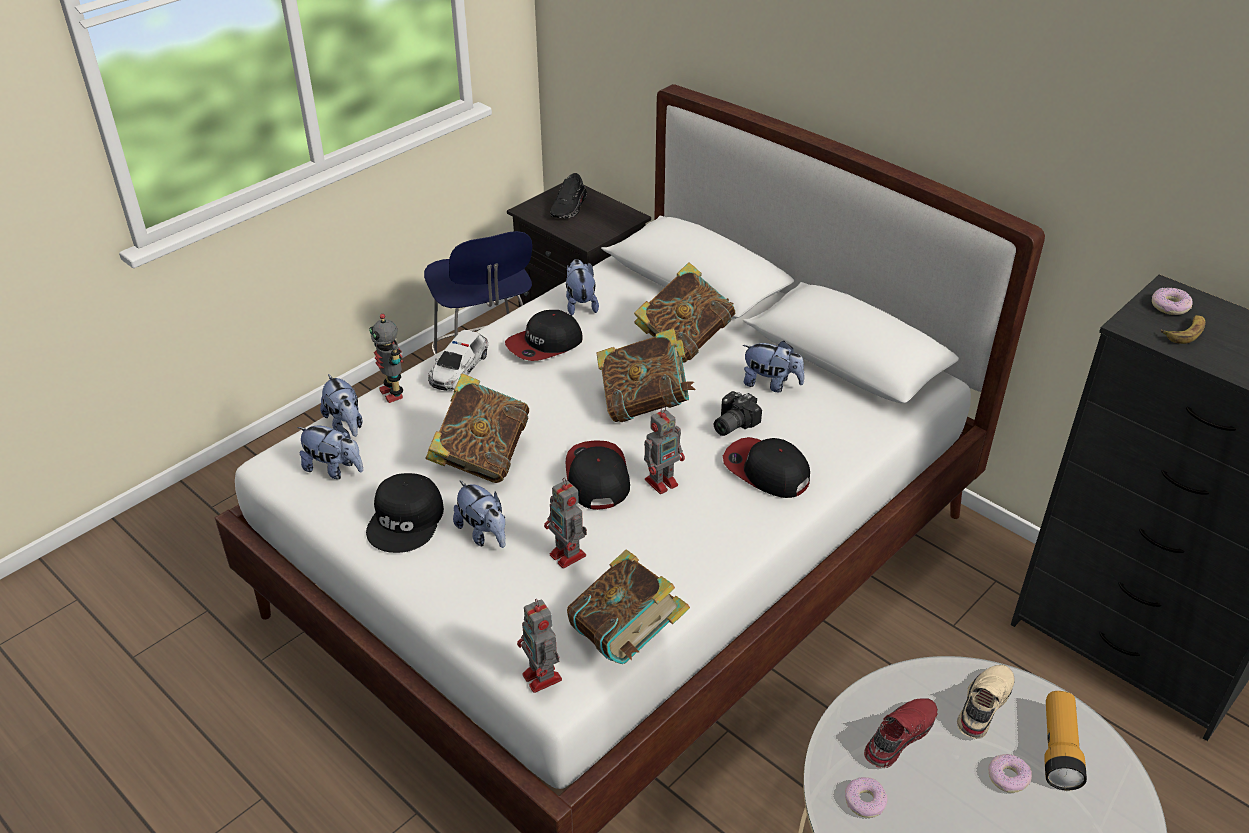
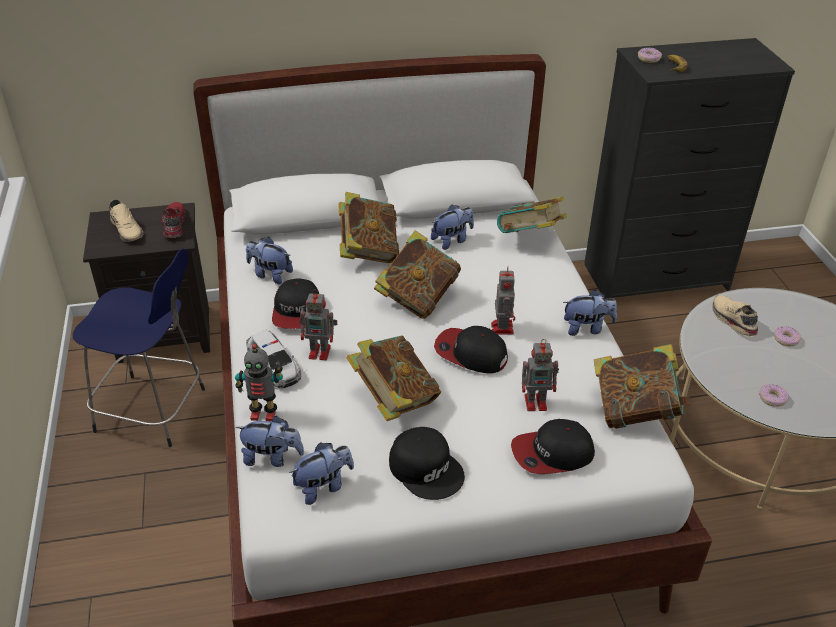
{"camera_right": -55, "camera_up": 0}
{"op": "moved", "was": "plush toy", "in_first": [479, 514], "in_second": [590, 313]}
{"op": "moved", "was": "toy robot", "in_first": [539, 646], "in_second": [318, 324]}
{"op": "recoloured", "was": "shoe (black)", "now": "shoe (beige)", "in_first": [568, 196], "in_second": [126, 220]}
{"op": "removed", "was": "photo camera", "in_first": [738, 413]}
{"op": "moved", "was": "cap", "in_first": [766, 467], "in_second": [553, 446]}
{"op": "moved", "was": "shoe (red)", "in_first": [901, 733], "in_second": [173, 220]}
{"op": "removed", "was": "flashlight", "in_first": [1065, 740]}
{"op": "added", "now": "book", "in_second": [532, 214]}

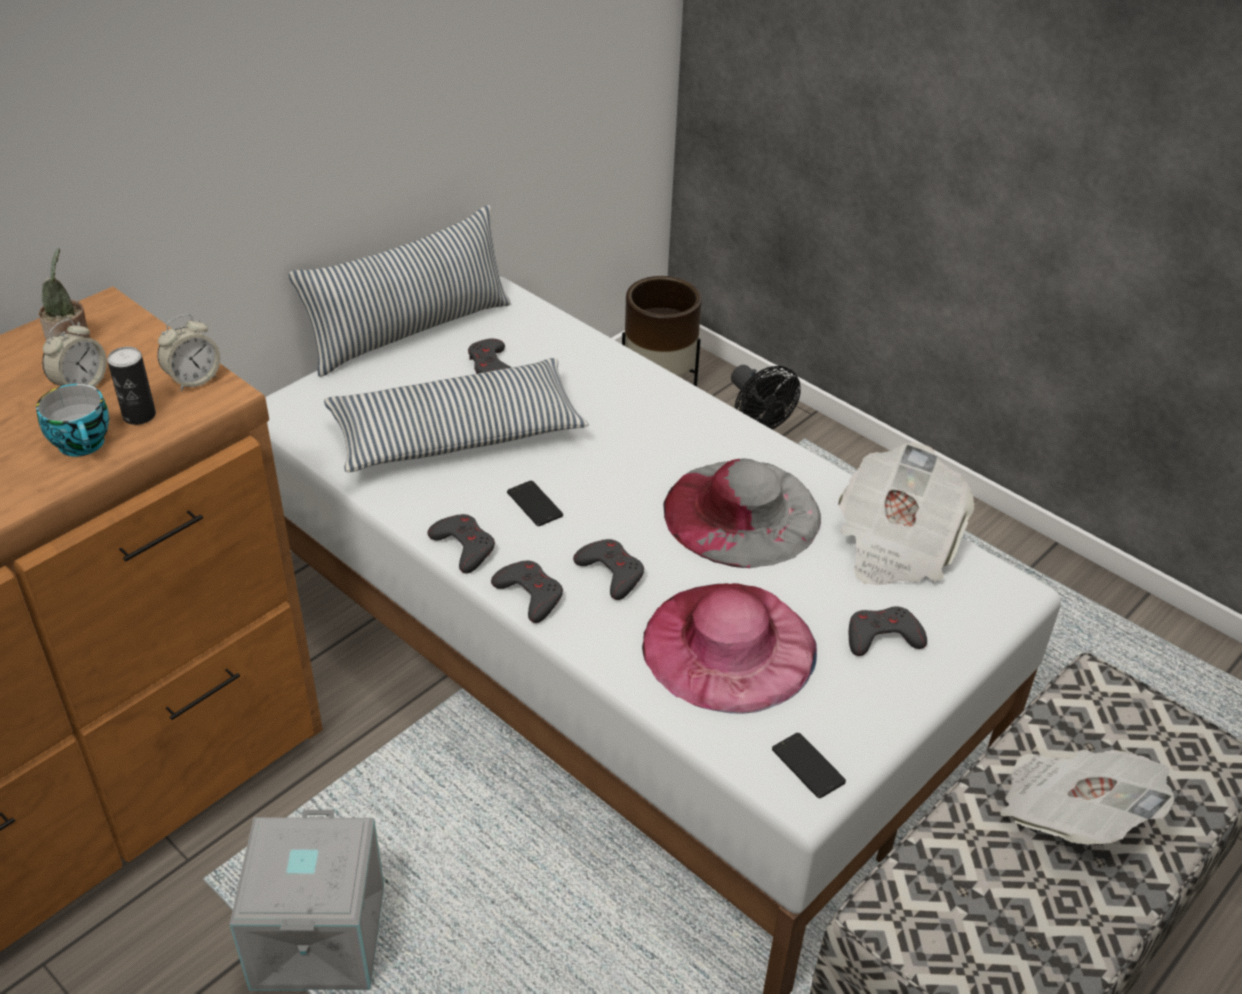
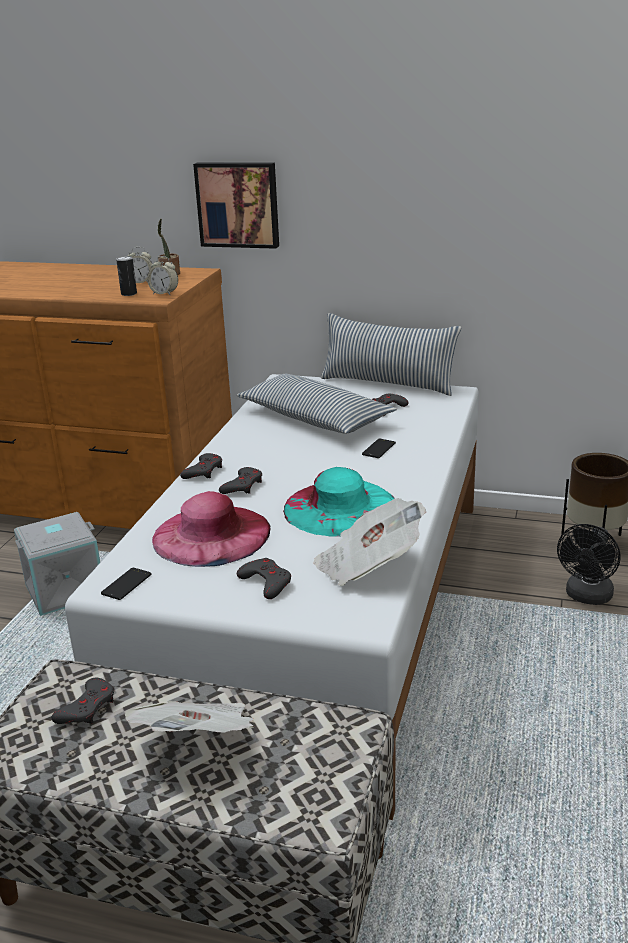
{"camera_right": 65, "camera_up": -15}
{"op": "removed", "was": "cup", "in_first": [72, 420]}
{"op": "moved", "was": "game controller (grey)", "in_first": [461, 544], "in_second": [82, 701]}
{"op": "moved", "was": "phone", "in_first": [535, 503], "in_second": [379, 448]}
{"op": "recoloured", "was": "hat (grey)", "now": "hat (turquoise)", "in_first": [742, 513], "in_second": [339, 502]}
{"op": "added", "now": "picture", "in_second": [236, 206]}

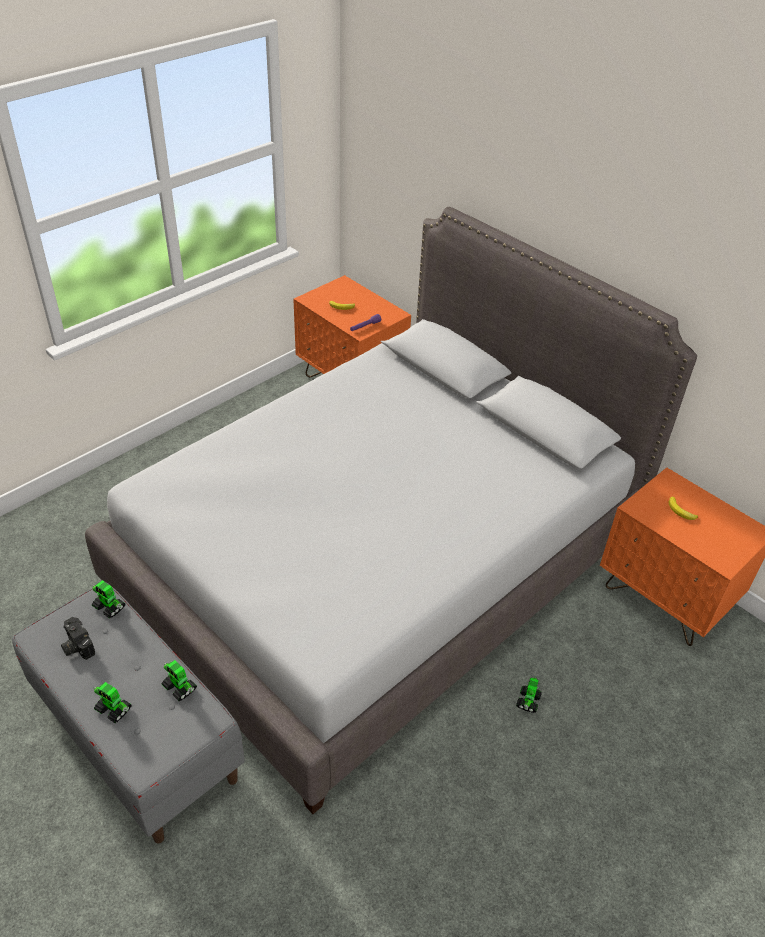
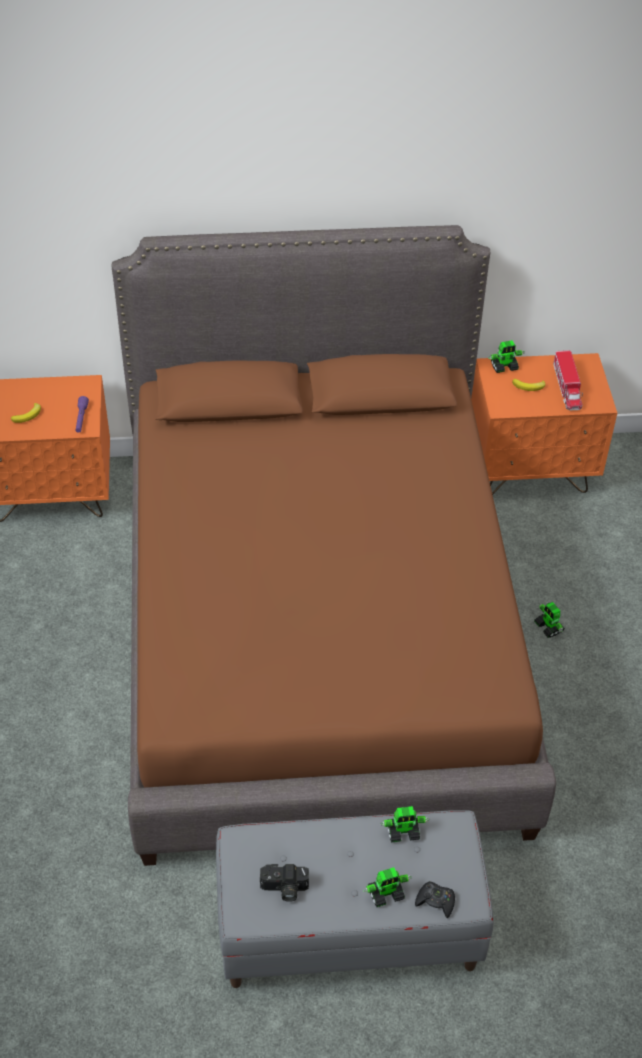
{"camera_right": -50, "camera_up": 5}
{"op": "recoloured", "was": "bed (grey)", "now": "bed (brown)", "in_first": [391, 510], "in_second": [333, 545]}
{"op": "moved", "was": "toy robot", "in_first": [108, 599], "in_second": [506, 356]}
{"op": "added", "now": "game controller (black)", "in_second": [435, 899]}
{"op": "added", "now": "toy truck", "in_second": [568, 380]}

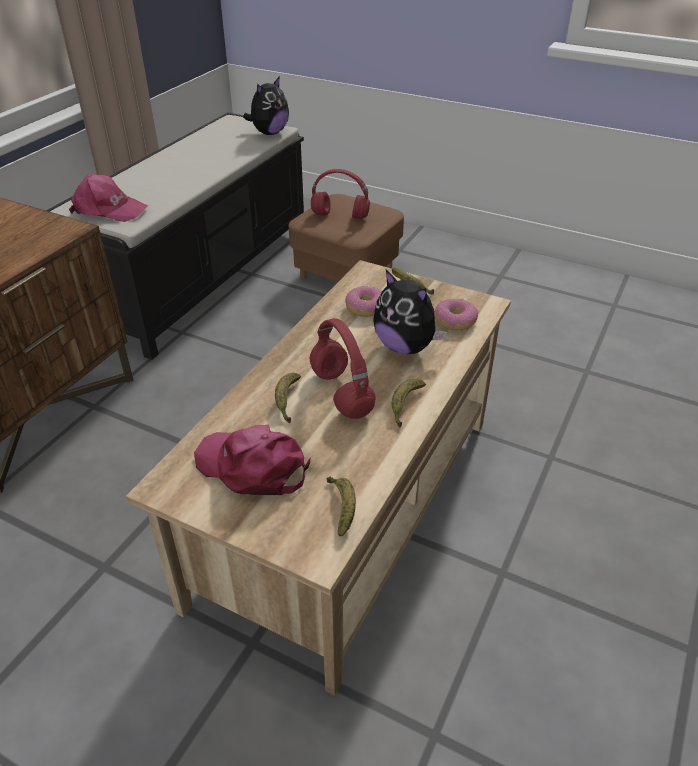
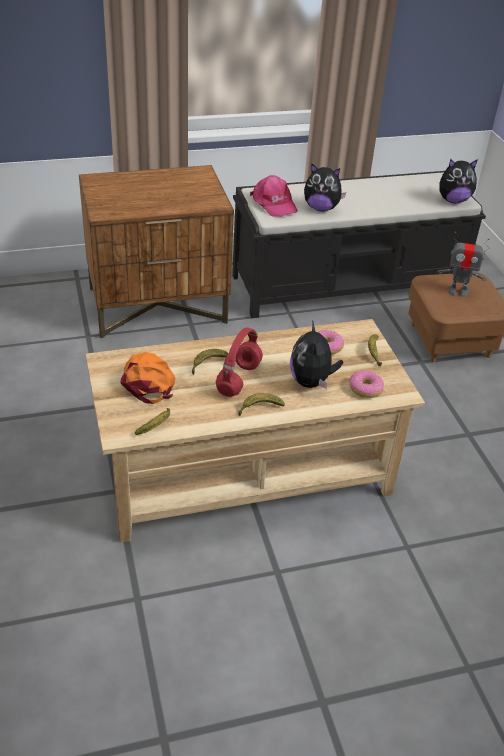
{"camera_right": 45, "camera_up": 0}
{"op": "recoloured", "was": "cap (pink)", "now": "cap (orange)", "in_first": [252, 460], "in_second": [147, 378]}
{"op": "replaced", "was": "headphones (red)", "now": "toy robot", "in_first": [340, 194], "in_second": [463, 264]}
{"op": "added", "now": "plush toy", "in_second": [325, 187]}

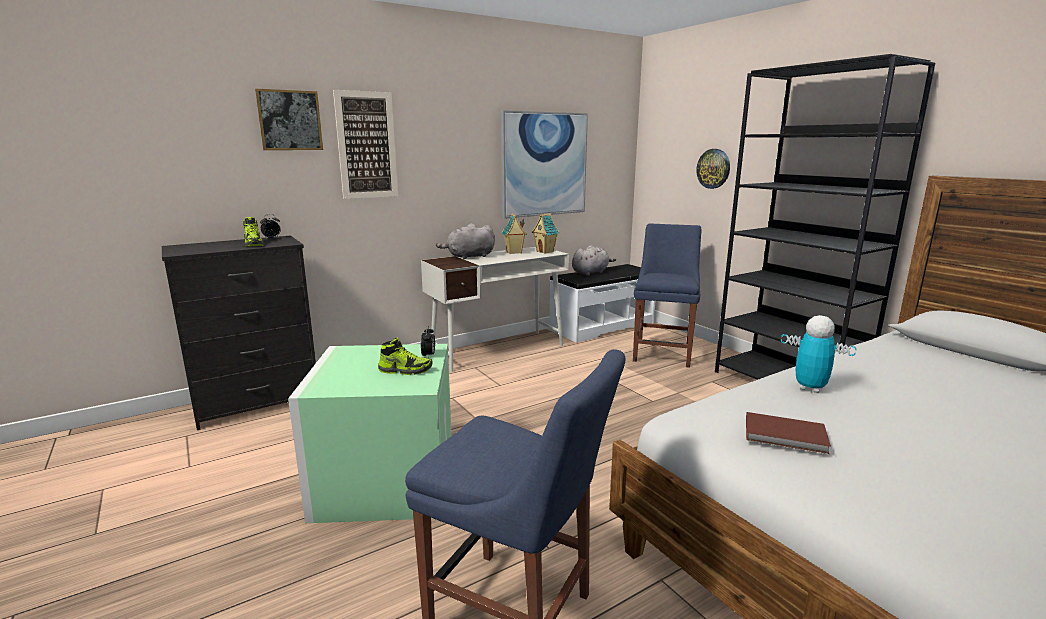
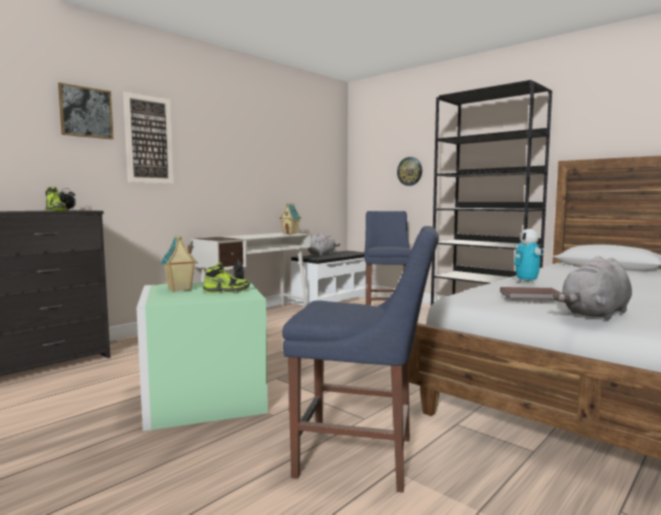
{"camera_right": -15, "camera_up": -10}
{"op": "moved", "was": "plush toy (grey)", "in_first": [465, 241], "in_second": [592, 288]}
{"op": "removed", "was": "picture", "in_first": [544, 164]}
{"op": "moved", "was": "toy house", "in_first": [514, 234], "in_second": [179, 263]}
{"op": "turned", "was": "toy robot", "in_first": [819, 354], "in_second": [529, 256], "clockwise": -120}

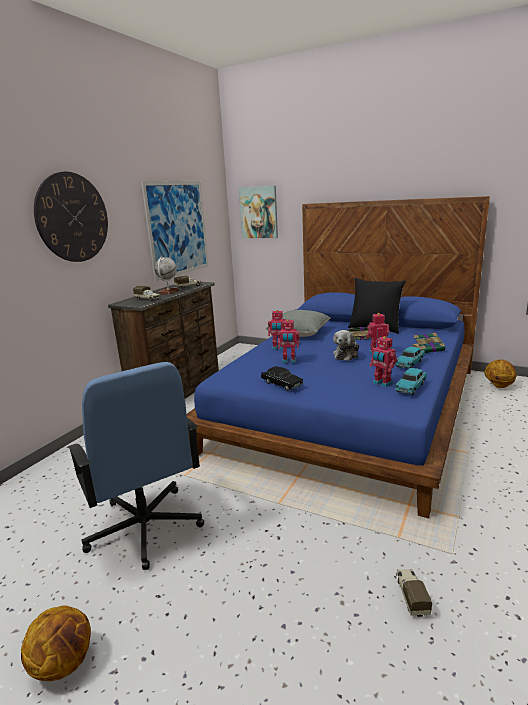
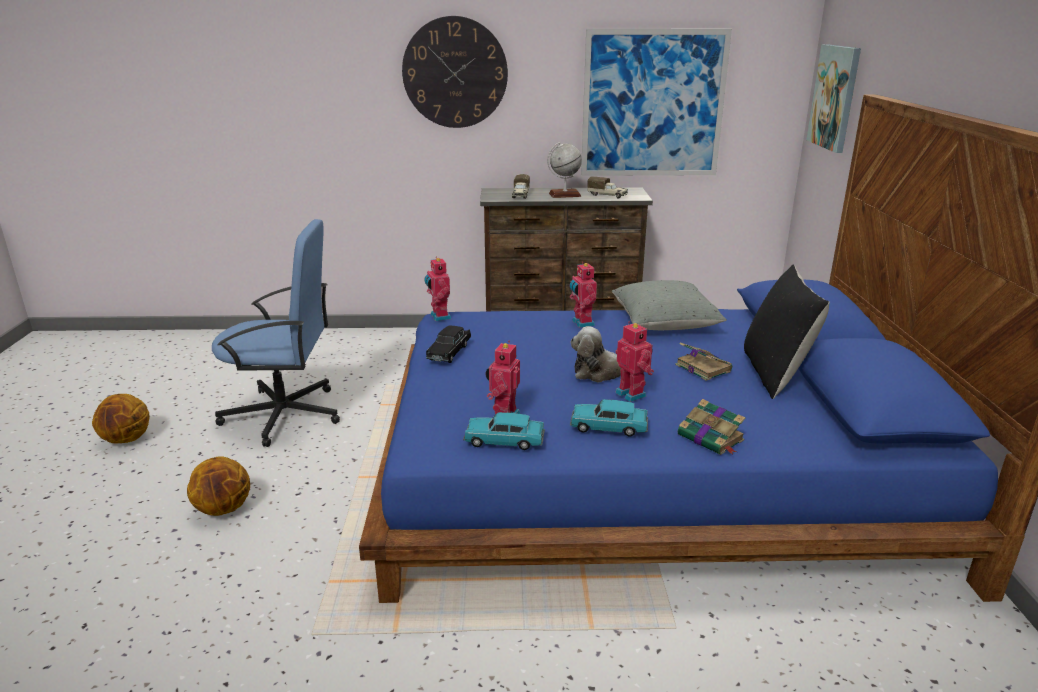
{"camera_right": 60, "camera_up": 5}
{"op": "turned", "was": "office chair (blue)", "in_first": [135, 466], "in_second": [276, 333], "clockwise": -120}
{"op": "moved", "was": "toy robot", "in_first": [288, 341], "in_second": [437, 289]}
{"op": "removed", "was": "toy truck", "in_first": [414, 592]}
{"op": "moved", "was": "basketball", "in_first": [500, 374], "in_second": [218, 486]}

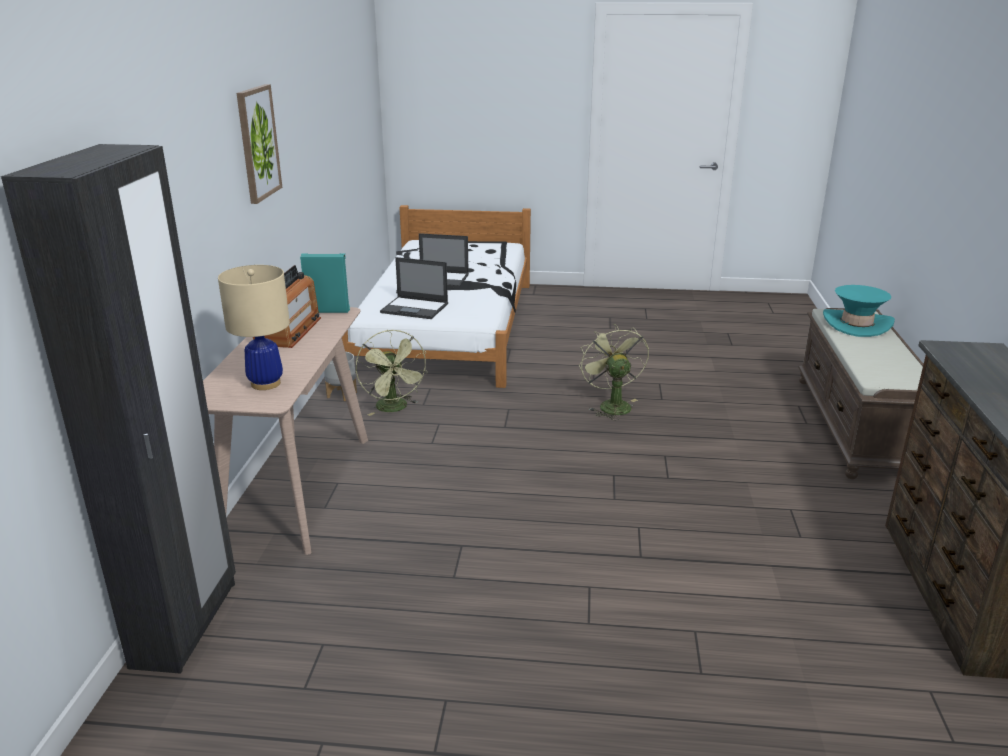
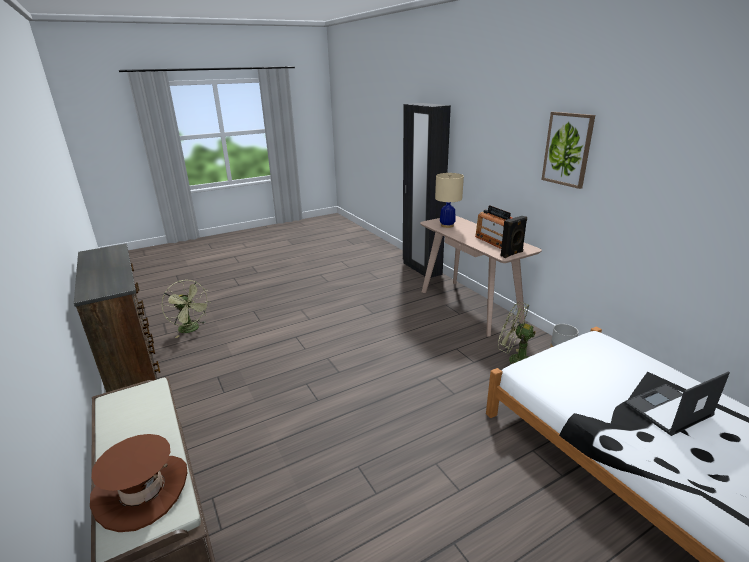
{"camera_right": 145, "camera_up": 0}
{"op": "recoloured", "was": "speaker (turquoise)", "now": "speaker (black)", "in_first": [325, 283], "in_second": [514, 237]}
{"op": "removed", "was": "laptop", "in_first": [414, 288]}
{"op": "moved", "was": "fan (green)", "in_first": [614, 372], "in_second": [186, 309]}
{"op": "recoloured", "was": "hat (turquoise)", "now": "hat (brown)", "in_first": [859, 311], "in_second": [138, 483]}

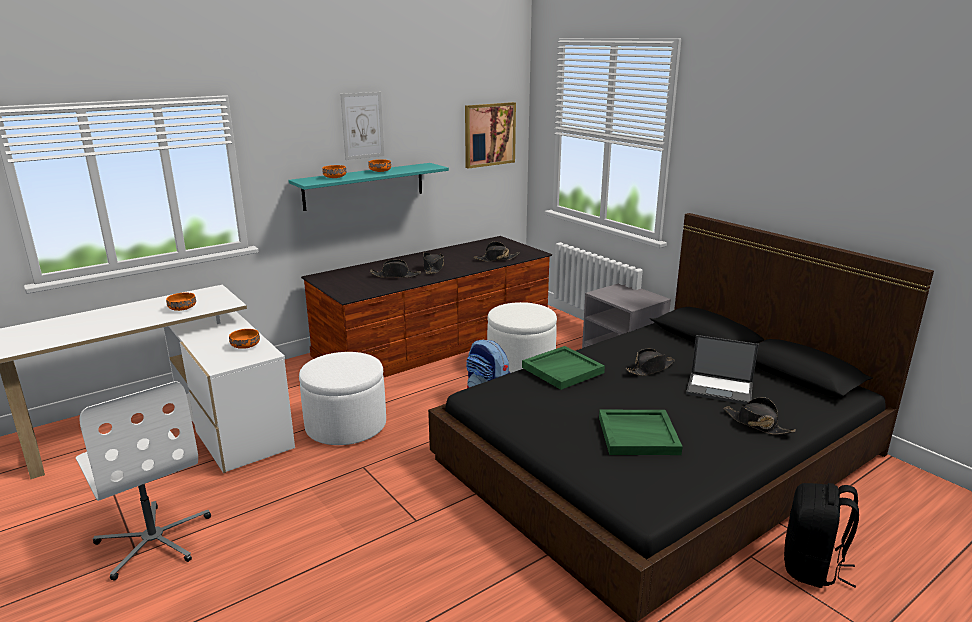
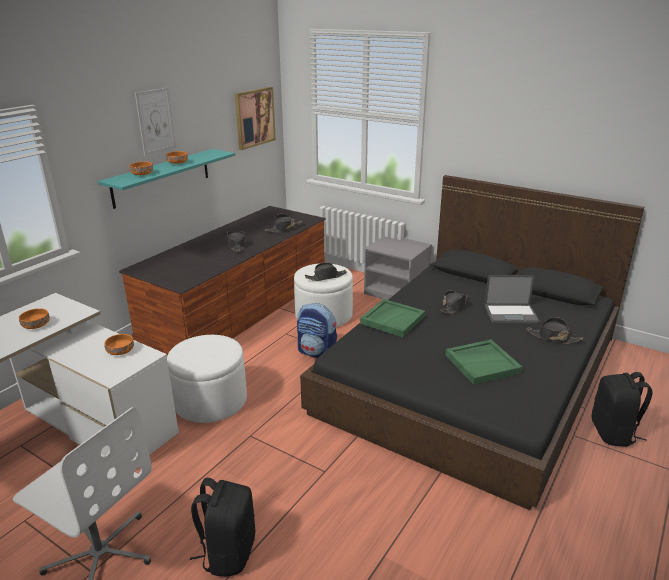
{"camera_right": -20, "camera_up": 5}
{"op": "moved", "was": "hat (black)", "in_first": [395, 269], "in_second": [326, 272]}
{"op": "added", "now": "backpack (black)", "in_second": [222, 527]}

